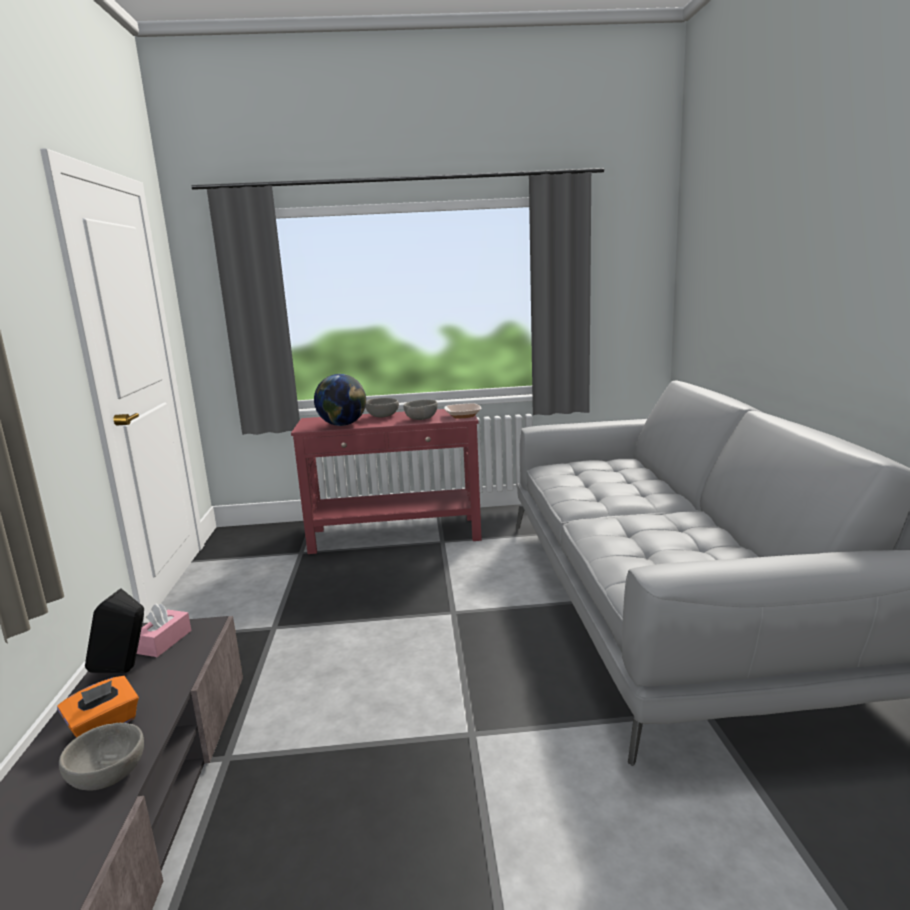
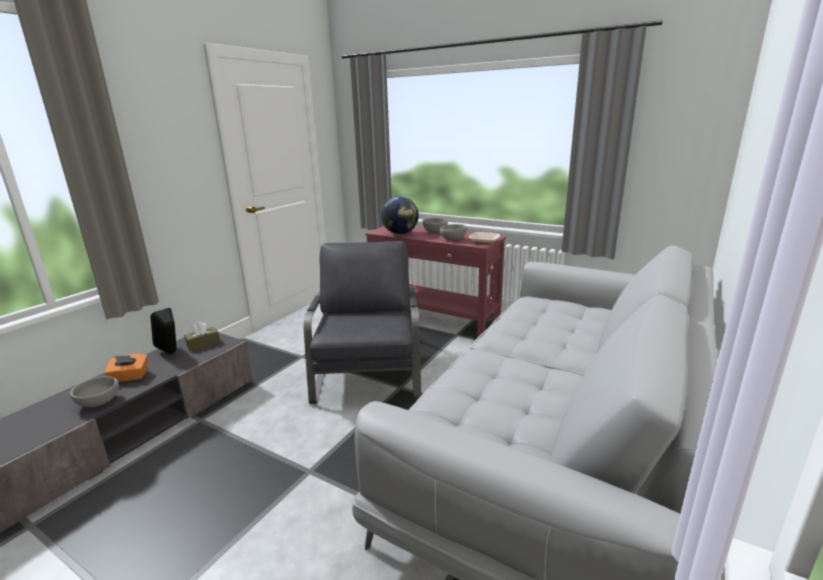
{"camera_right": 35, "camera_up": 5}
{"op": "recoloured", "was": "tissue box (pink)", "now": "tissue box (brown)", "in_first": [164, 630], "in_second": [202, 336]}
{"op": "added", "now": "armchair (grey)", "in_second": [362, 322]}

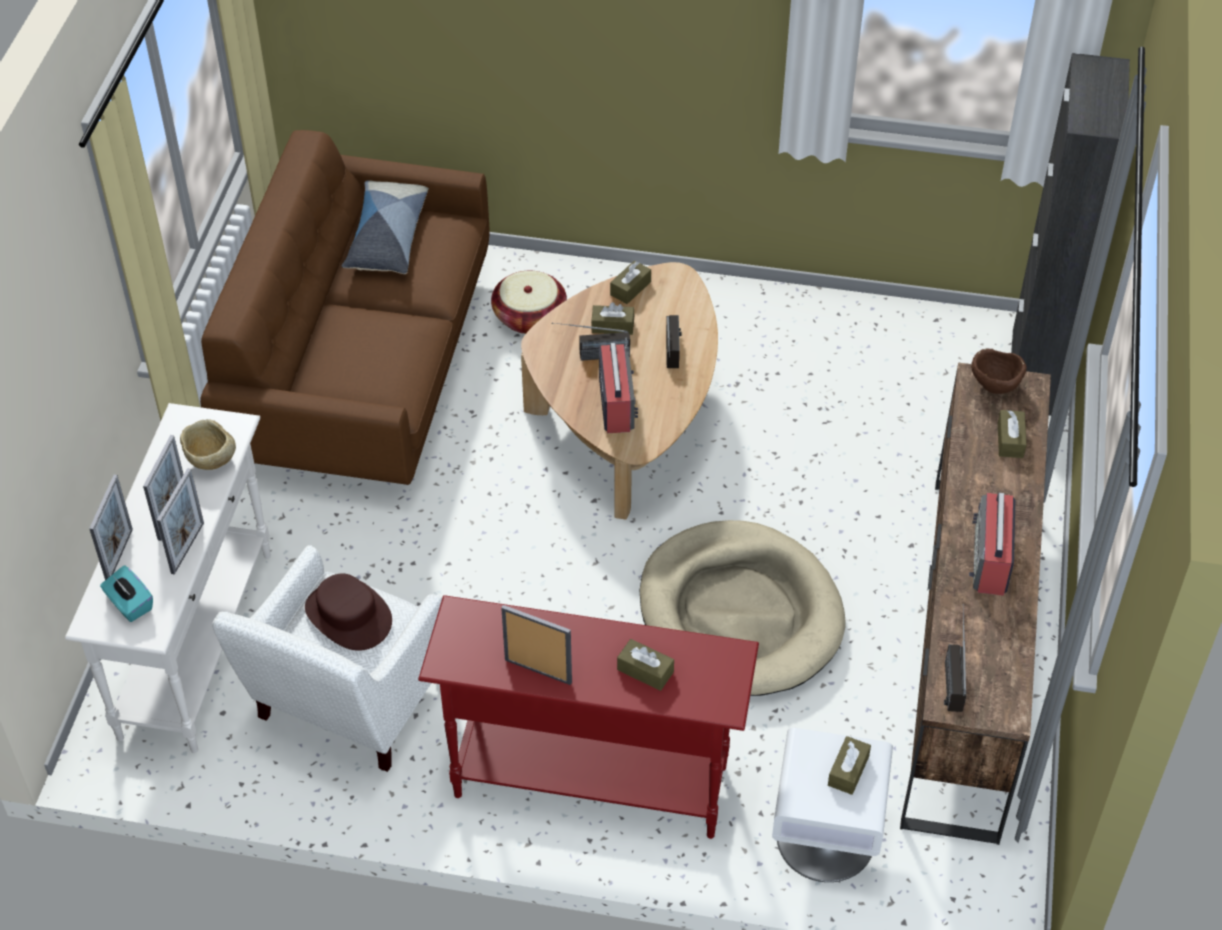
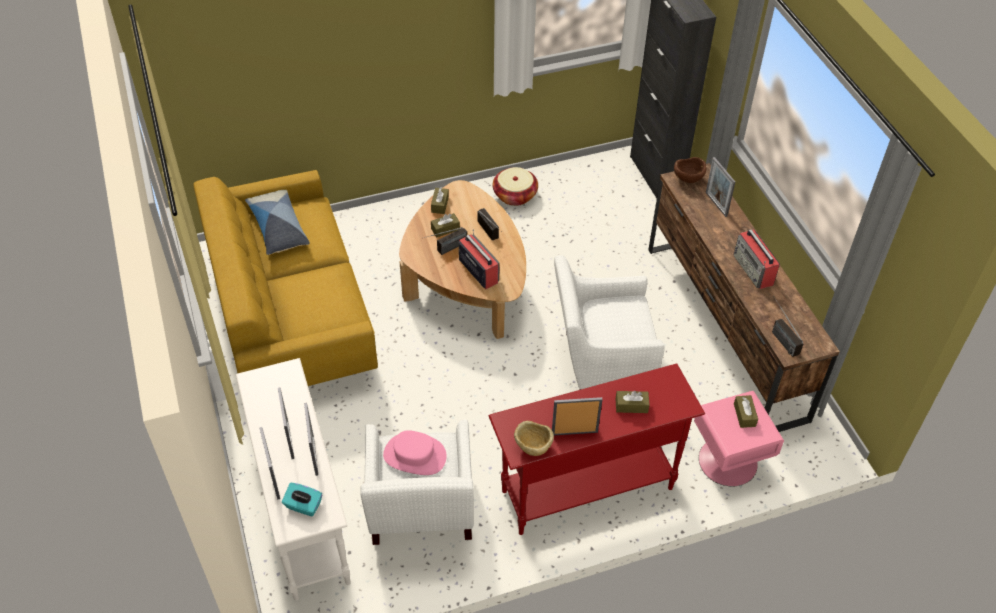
{"camera_right": -30, "camera_up": 0}
{"op": "moved", "was": "bowl (beige)", "in_first": [208, 444], "in_second": [534, 438]}
{"op": "recoloured", "was": "sofa (brown)", "now": "sofa (yellow)", "in_first": [345, 307], "in_second": [285, 278]}
{"op": "recoloured", "was": "hat (brown)", "now": "hat (pink)", "in_first": [348, 612], "in_second": [415, 452]}
{"op": "moved", "was": "basket", "in_first": [529, 302], "in_second": [515, 186]}
{"op": "replaced", "was": "dog bed (beige)", "now": "armchair (white)", "in_first": [742, 608], "in_second": [609, 322]}
{"op": "recoloured", "was": "nightstand (white)", "now": "nightstand (pink)", "in_first": [832, 805], "in_second": [739, 438]}
{"op": "replaced", "was": "tissue box (brown)", "now": "picture frame", "in_first": [1012, 434], "in_second": [720, 187]}

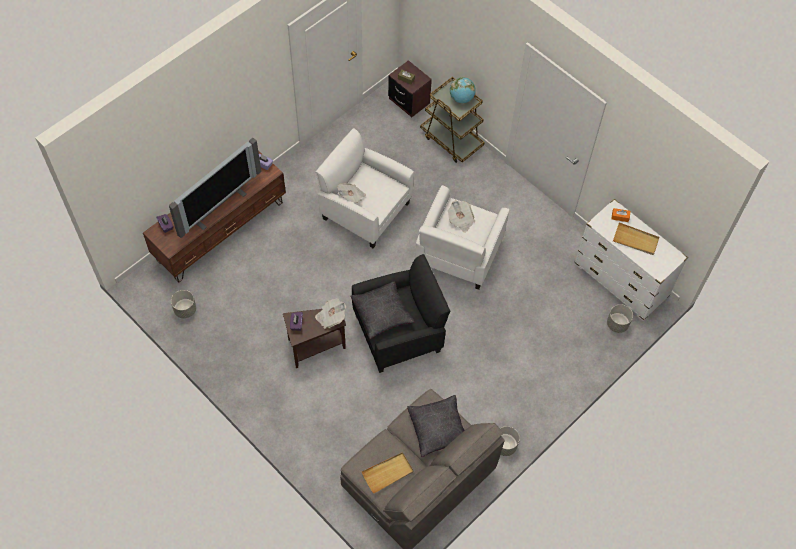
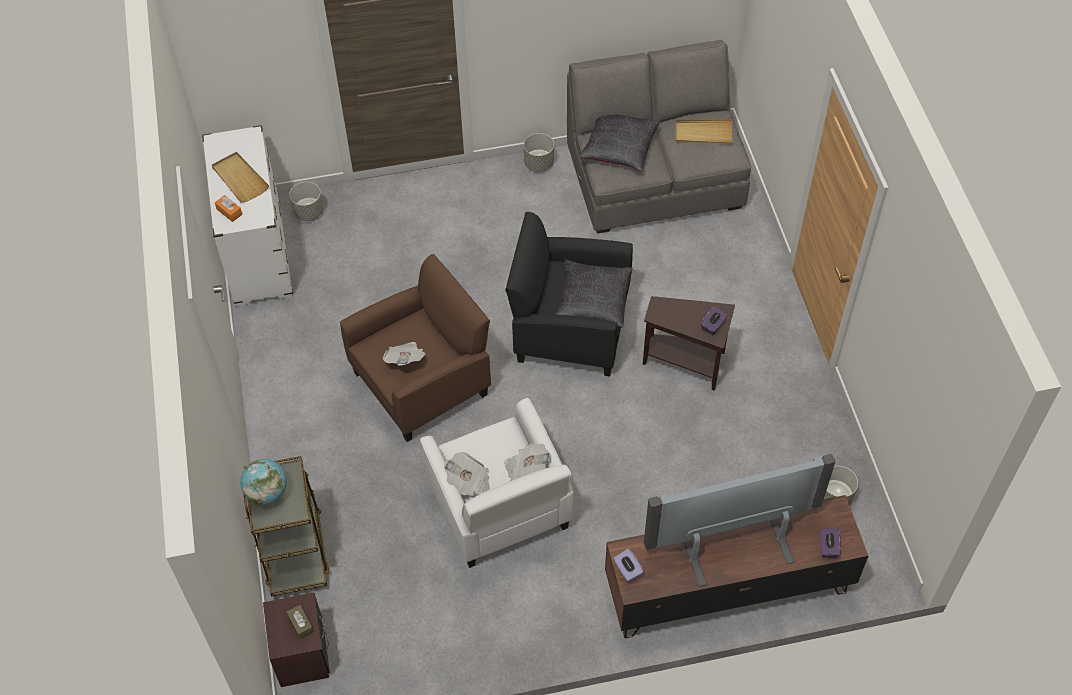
{"camera_right": -145, "camera_up": -5}
{"op": "moved", "was": "newspaper", "in_first": [330, 313], "in_second": [467, 474]}
{"op": "recoloured", "was": "armchair (white)", "now": "armchair (brown)", "in_first": [462, 237], "in_second": [415, 348]}

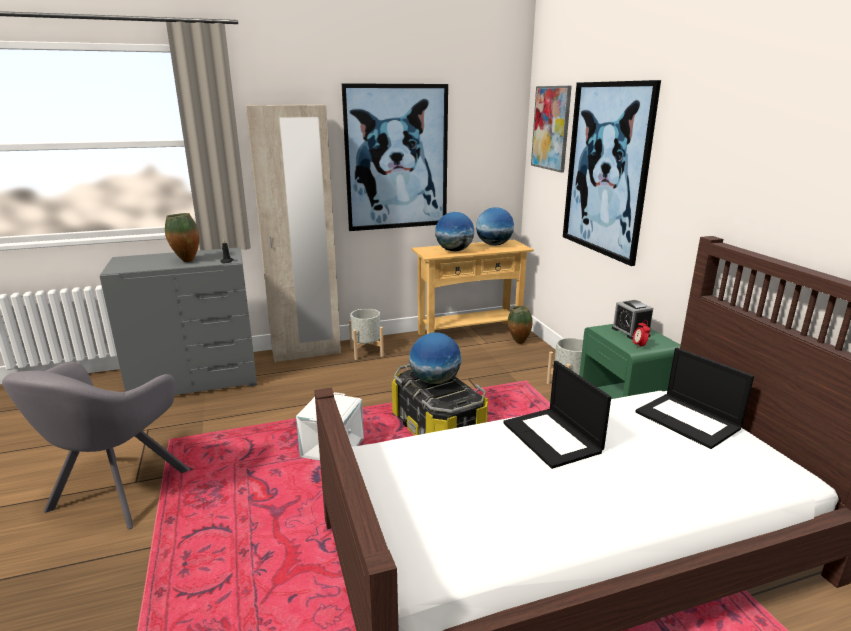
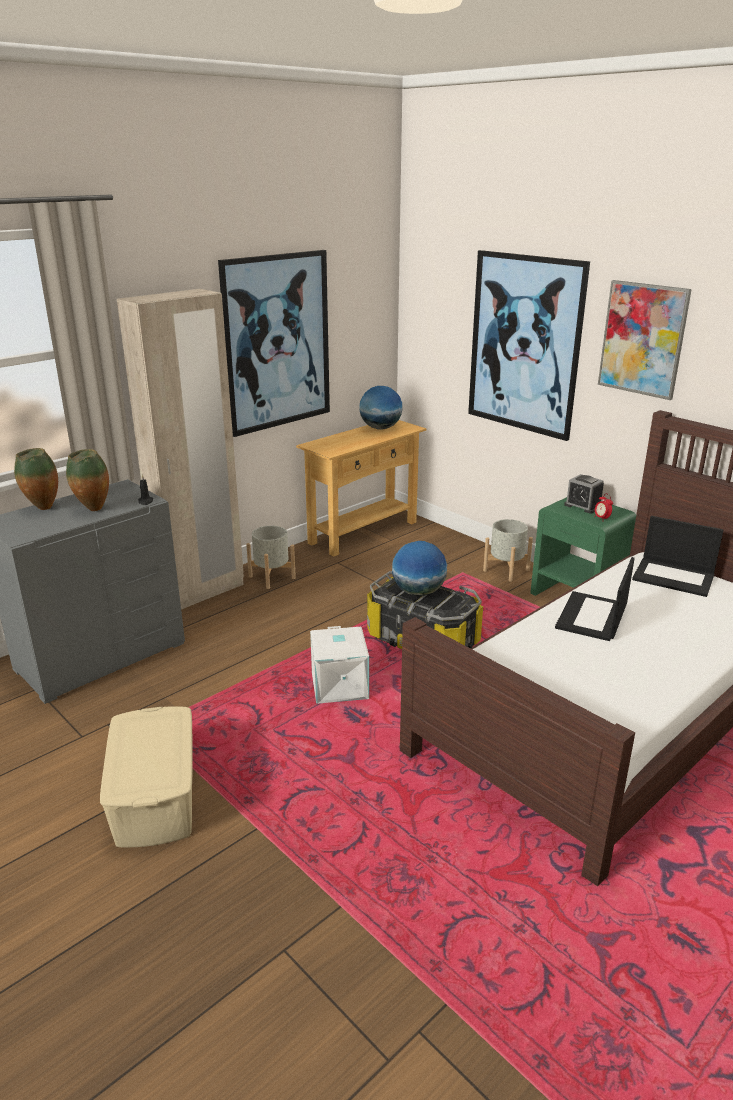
{"camera_right": -25, "camera_up": 5}
{"op": "replaced", "was": "armchair (grey)", "now": "storage box (beige)", "in_first": [96, 445], "in_second": [146, 777]}
{"op": "removed", "was": "globe", "in_first": [454, 231]}
{"op": "turned", "was": "laptop", "in_first": [557, 415], "in_second": [595, 599], "clockwise": 75}
{"op": "moved", "was": "vase", "in_first": [520, 325], "in_second": [36, 479]}
{"op": "moved", "was": "picture", "in_first": [551, 129], "in_second": [645, 340]}

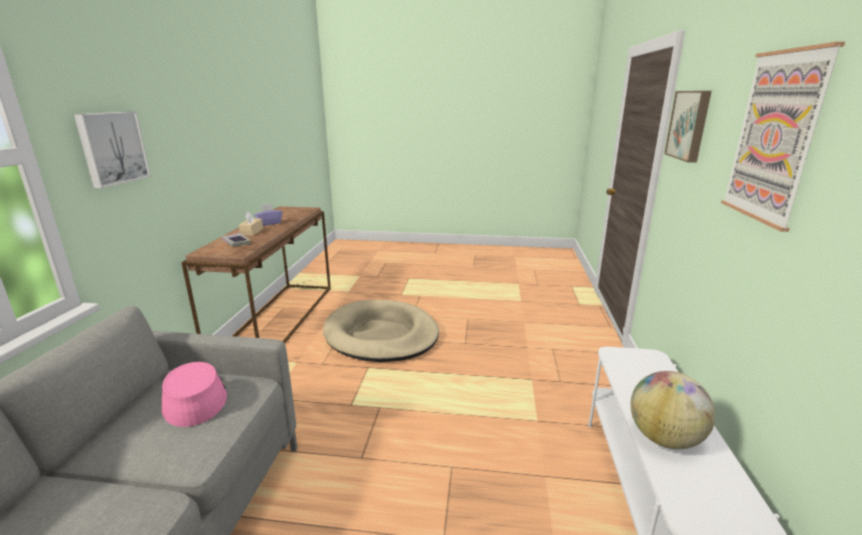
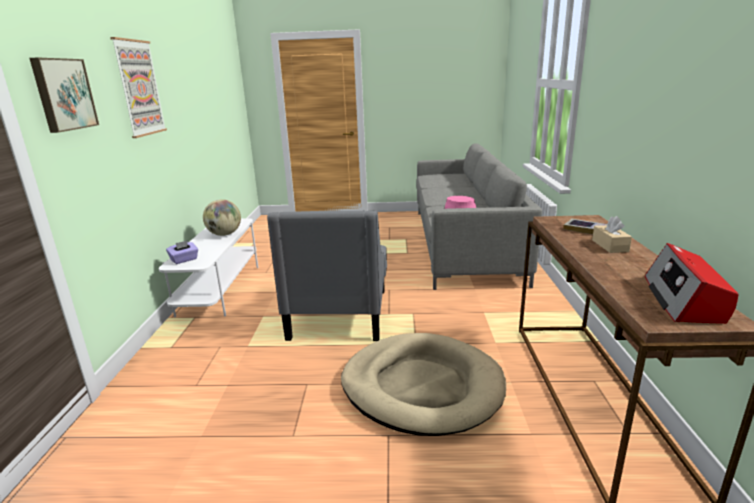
{"camera_right": 175, "camera_up": 0}
{"op": "removed", "was": "picture", "in_first": [112, 150]}
{"op": "moved", "was": "tissue box (purple)", "in_first": [268, 215], "in_second": [182, 252]}
{"op": "added", "now": "armchair (grey)", "in_second": [327, 276]}
{"op": "added", "now": "radio", "in_second": [692, 283]}

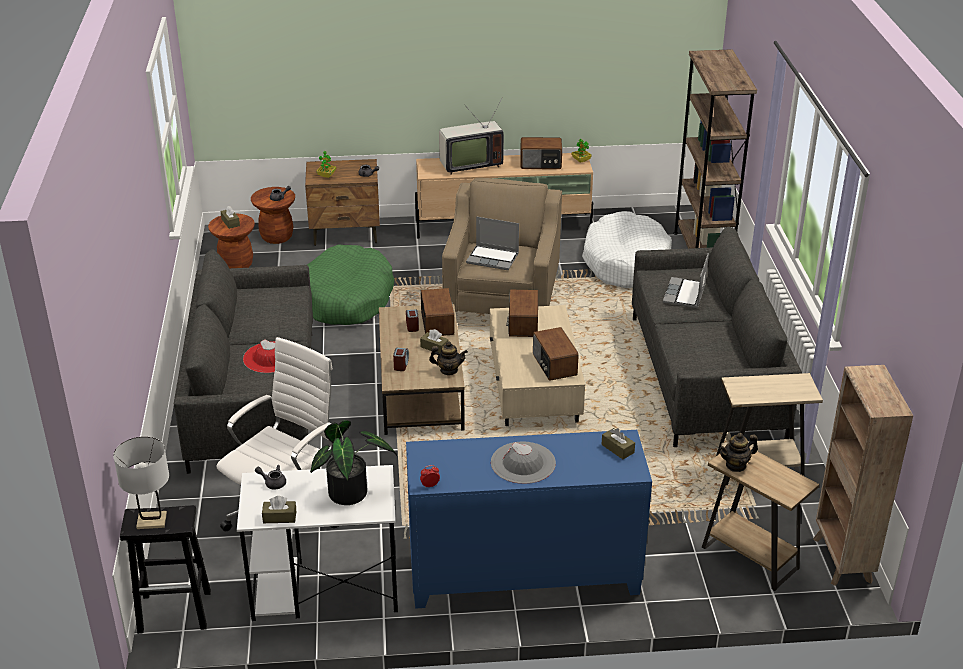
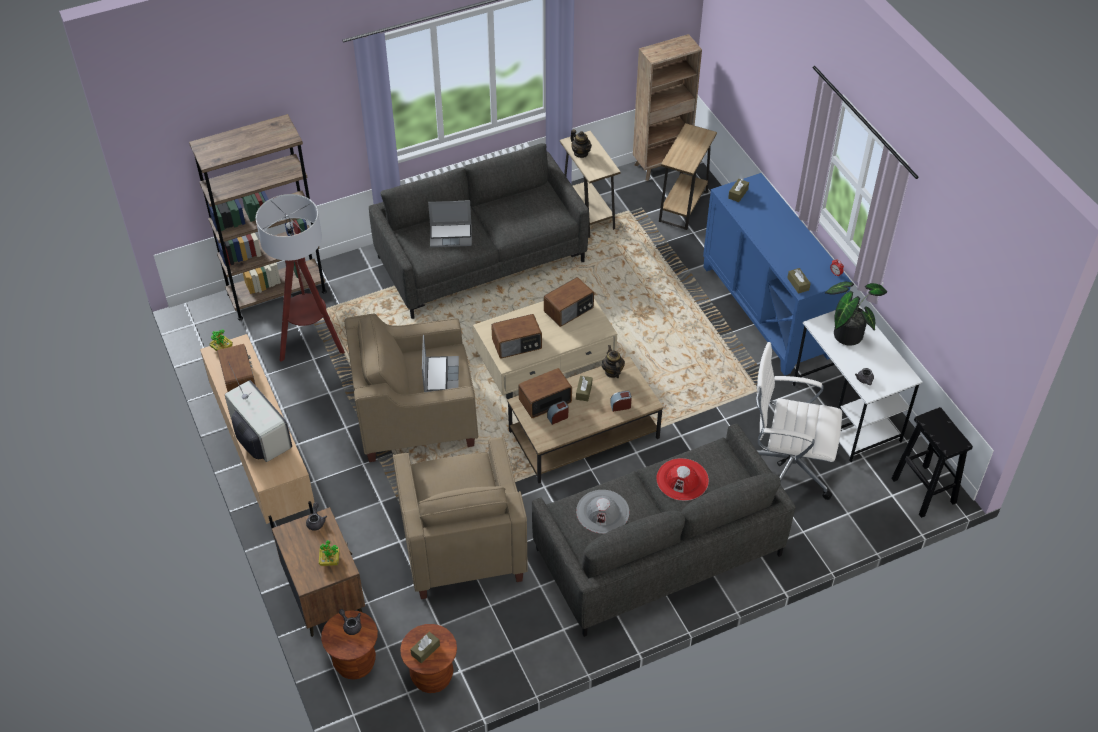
{"camera_right": -110, "camera_up": 15}
{"op": "removed", "was": "table lamp (white)", "in_first": [141, 483]}
{"op": "moved", "was": "tissue box (brown)", "in_first": [279, 509], "in_second": [799, 281]}
{"op": "replaced", "was": "dog bed (green)", "now": "armchair (beige)", "in_first": [350, 284], "in_second": [460, 517]}
{"op": "moved", "was": "hat (grey)", "in_first": [523, 463], "in_second": [602, 512]}
{"op": "replaced", "was": "dog bed (white)", "now": "floor lamp", "in_first": [627, 250], "in_second": [300, 278]}
{"op": "moved", "was": "teapot", "in_first": [738, 452], "in_second": [581, 143]}

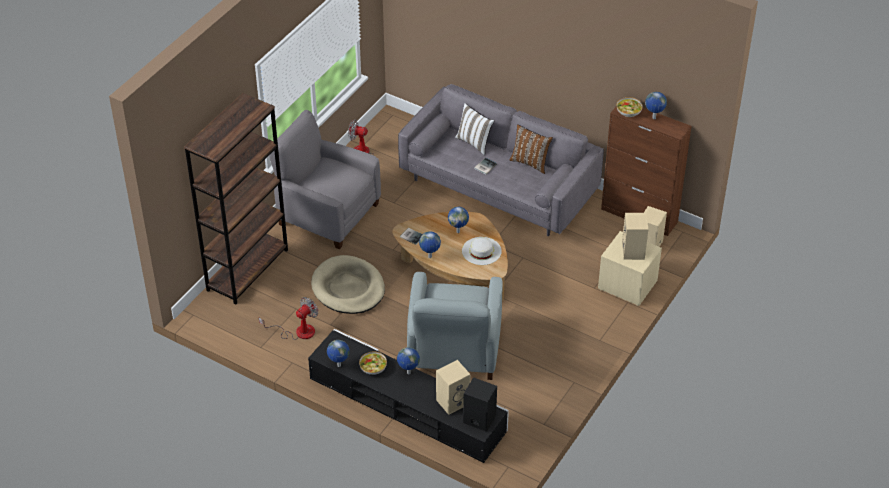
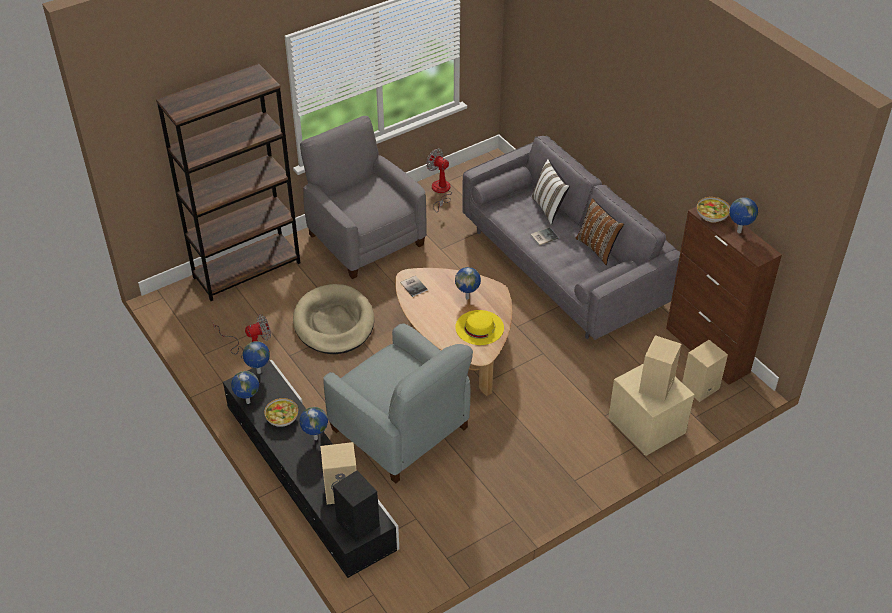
{"camera_right": 25, "camera_up": 0}
{"op": "turned", "was": "armchair (grey)", "in_first": [455, 326], "in_second": [398, 403], "clockwise": -75}
{"op": "moved", "was": "globe", "in_first": [430, 244], "in_second": [256, 357]}
{"op": "recoloured", "was": "hat (white)", "now": "hat (yellow)", "in_first": [482, 251], "in_second": [479, 327]}

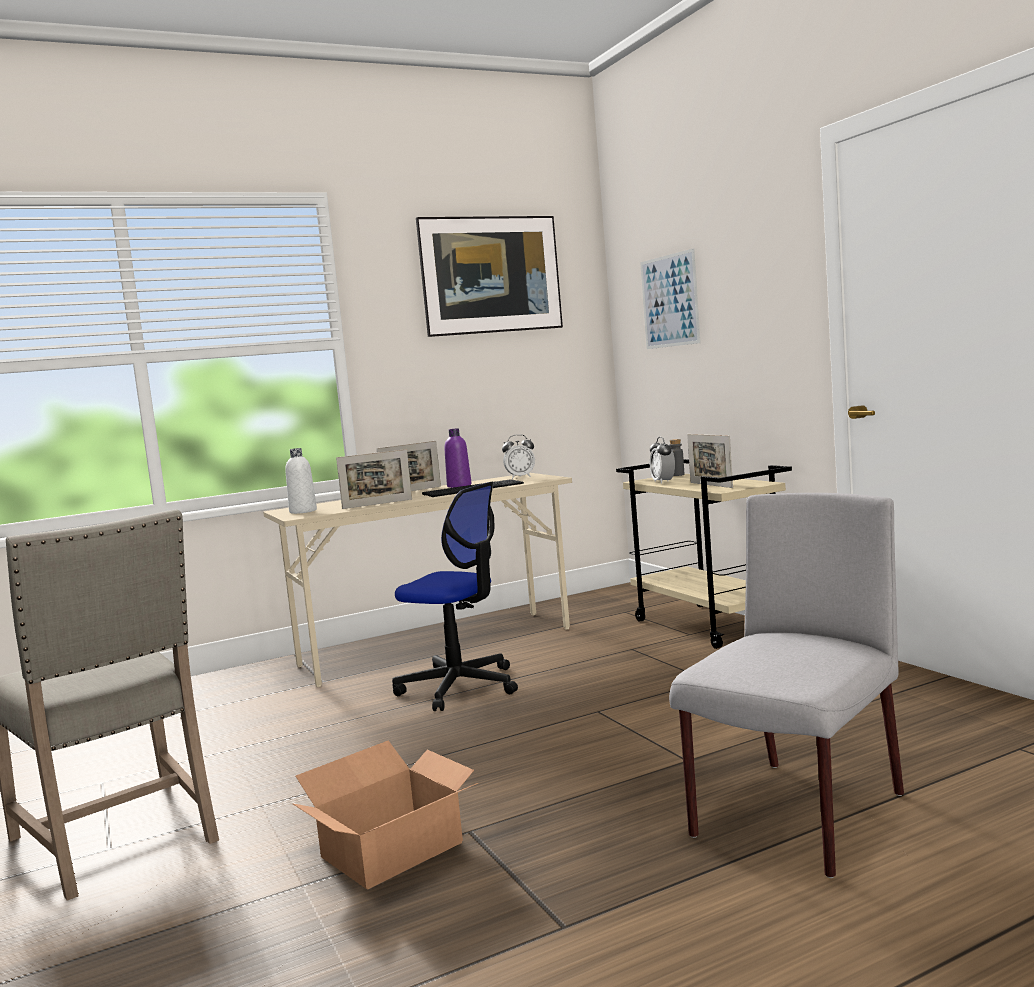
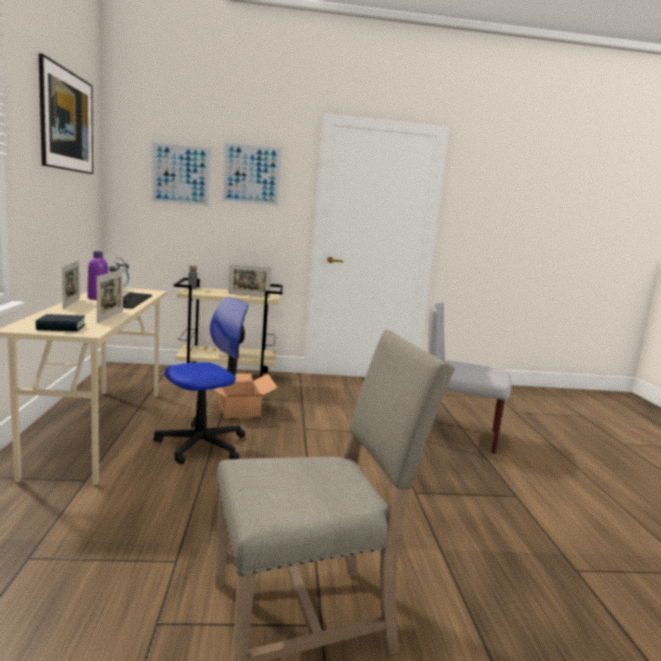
{"camera_right": -70, "camera_up": 5}
{"op": "replaced", "was": "bottle (white)", "now": "book", "in_first": [301, 481], "in_second": [60, 323]}
{"op": "moved", "was": "cardboard box", "in_first": [385, 815], "in_second": [245, 395]}
{"op": "removed", "was": "alarm clock", "in_first": [662, 460]}
{"op": "turned", "was": "chair (grey)", "in_first": [786, 685], "in_second": [470, 378], "clockwise": -45}
{"op": "added", "now": "picture", "in_second": [251, 174]}

